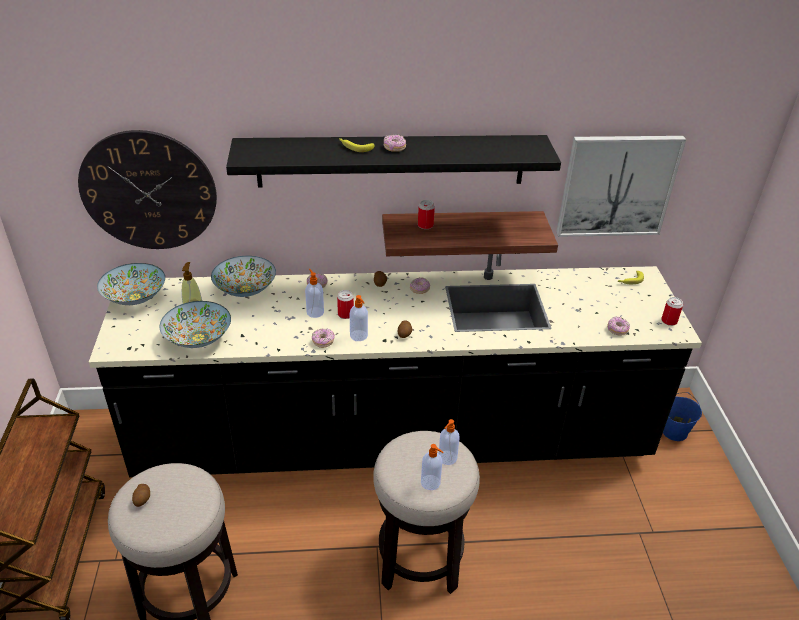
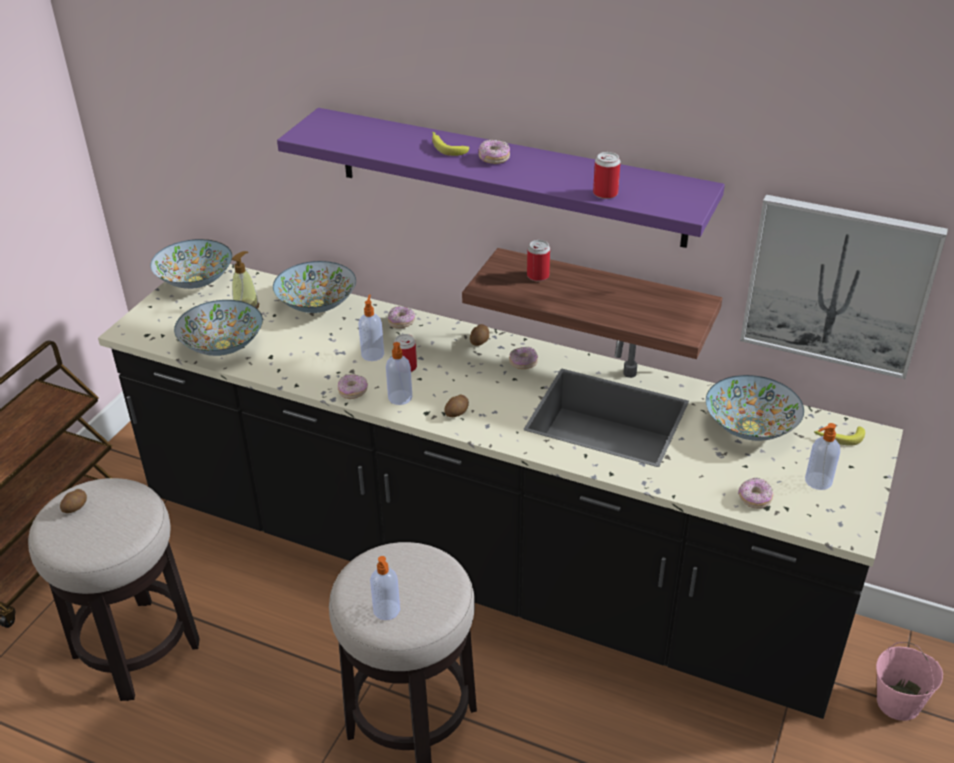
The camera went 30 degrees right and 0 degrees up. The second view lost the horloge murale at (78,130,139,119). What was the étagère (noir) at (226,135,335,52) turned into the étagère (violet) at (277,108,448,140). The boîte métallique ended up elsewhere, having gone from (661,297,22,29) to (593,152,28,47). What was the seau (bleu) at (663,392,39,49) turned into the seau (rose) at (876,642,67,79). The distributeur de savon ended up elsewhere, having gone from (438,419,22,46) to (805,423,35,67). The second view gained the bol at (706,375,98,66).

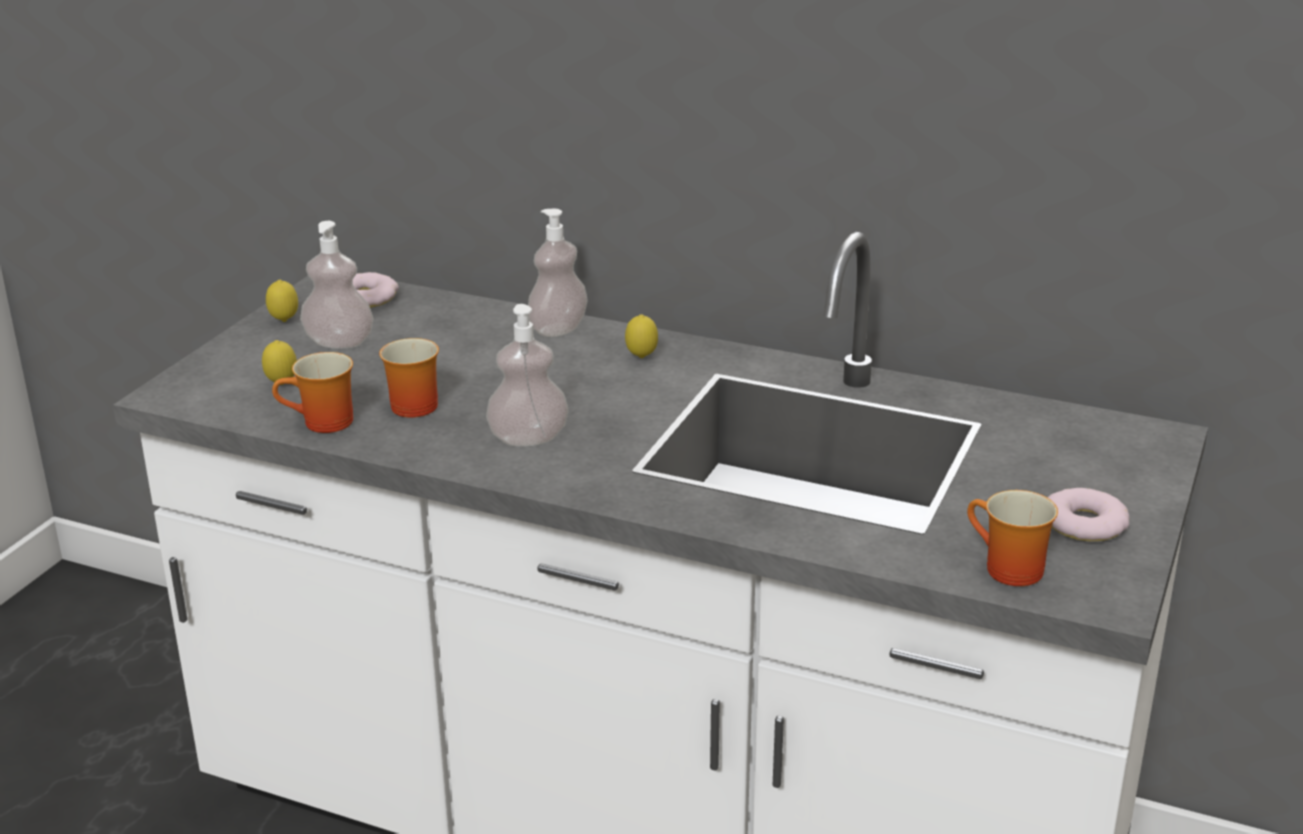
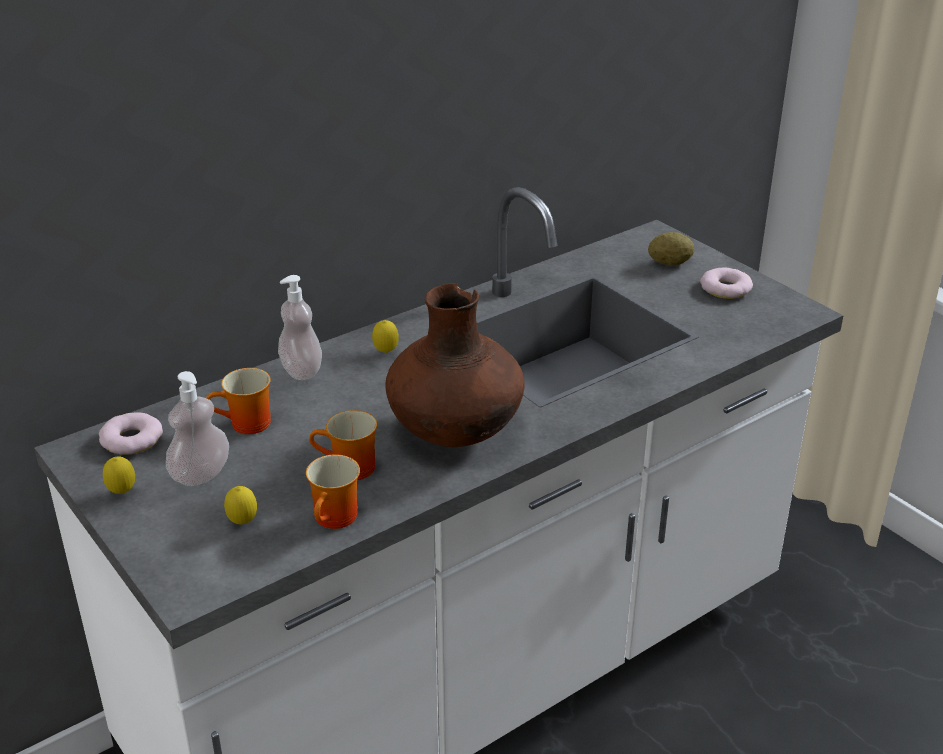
The camera went 60 degrees left and 5 degrees up. Where the distributeur de savon stood at (486,304,82,142), the vase (marron) came to stand at (386,283,138,164). The mug ended up elsewhere, having gone from (967,490,91,96) to (206,368,65,66). The second view gained the pomme de terre at (648,232,46,34).

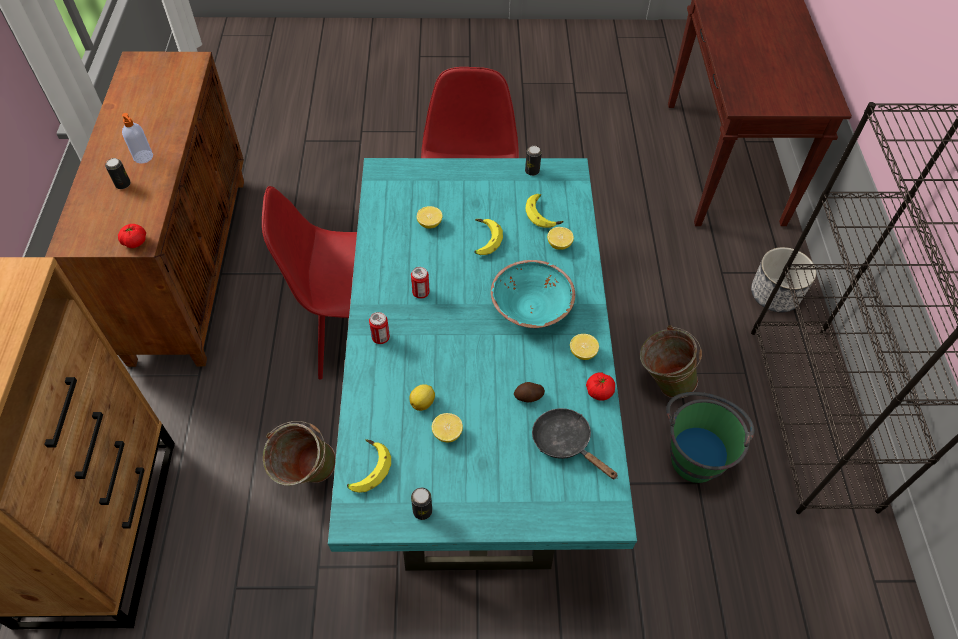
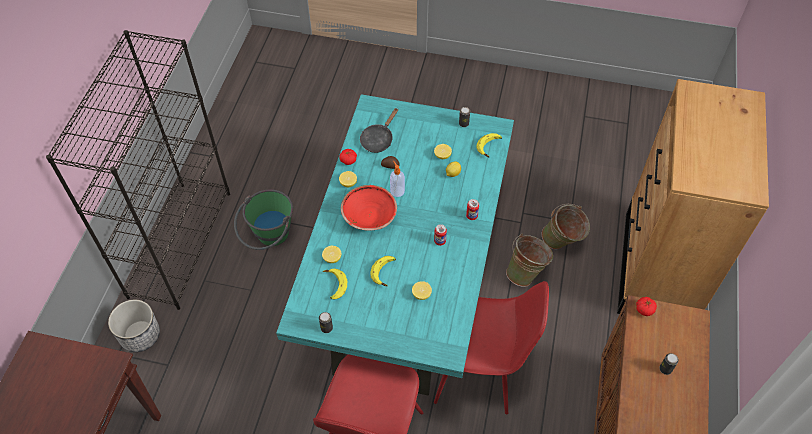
The camera went 165 degrees left and 0 degrees up. The distributeur de savon ended up elsewhere, having gone from (122,113,31,51) to (390,161,15,36). What was the bol (turquoise) at (491,260,84,68) turned into the bol (rouge) at (341,185,56,46). The seau (vert) ended up elsewhere, having gone from (640,326,62,72) to (542,204,48,45). The poêle (noir) at (532,408,85,71) ended up facing another way, 60 degrees clockwise from before.

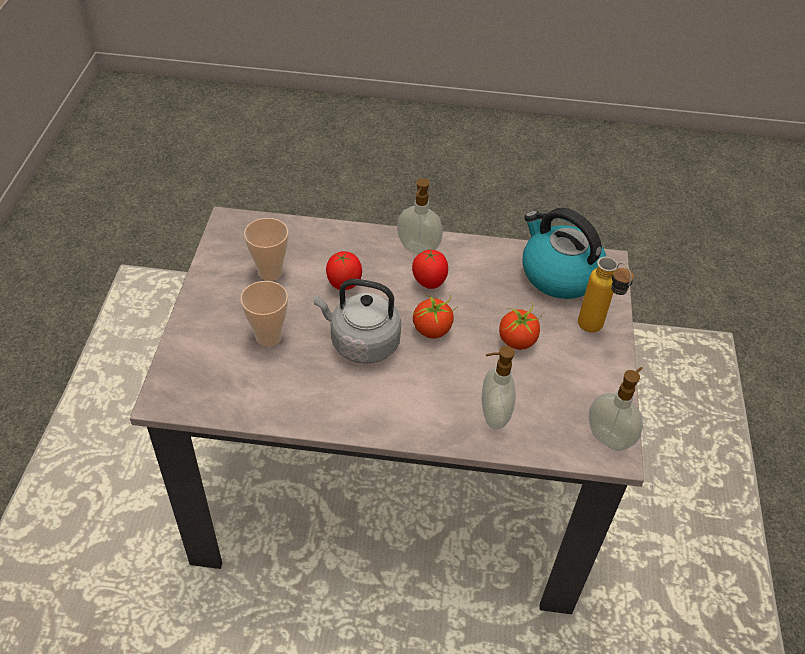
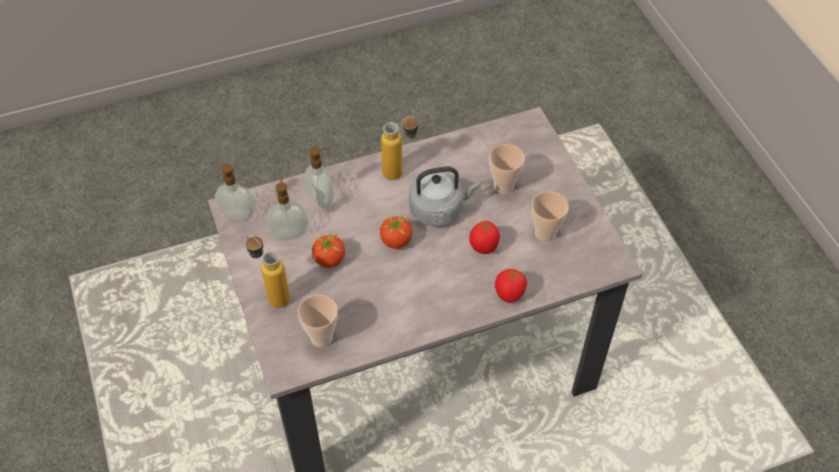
The camera went 155 degrees right and 5 degrees up. The distributeur de savon ended up elsewhere, having gone from (397,178,46,76) to (266,177,42,62). Where the bouilloire stood at (522,208,84,91), the tasse came to stand at (298,295,40,52). The tomate ended up elsewhere, having gone from (412,249,36,40) to (495,269,32,34). The second view gained the bouteille at (381,116,39,64).

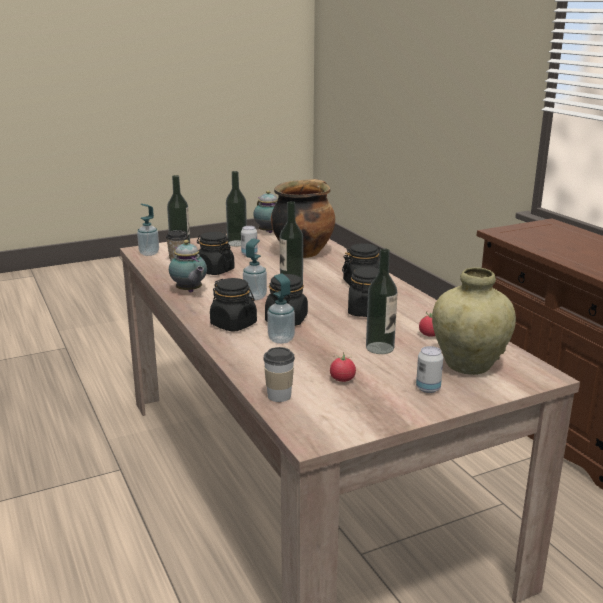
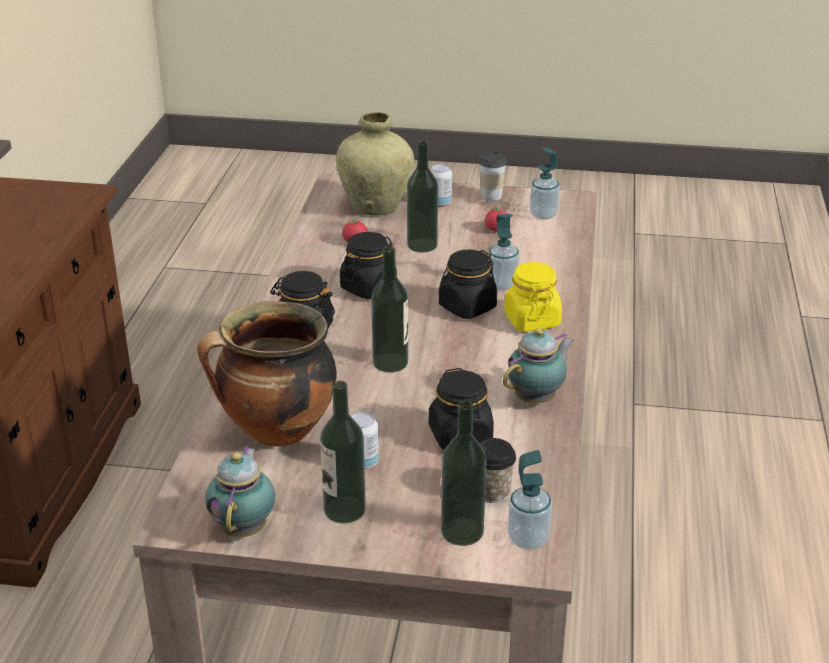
The camera went 145 degrees left and 10 degrees up. The distributeur de savon ended up elsewhere, having gone from (243,238,24,62) to (530,147,30,73). The théière at (169,240,38,53) ended up facing another way, 45 degrees clockwise from before. What was the bocal (noir) at (210,278,47,54) turned into the bocal (jaune) at (504,262,58,70). The tasse ended up elsewhere, having gone from (263,347,32,55) to (479,152,27,49).

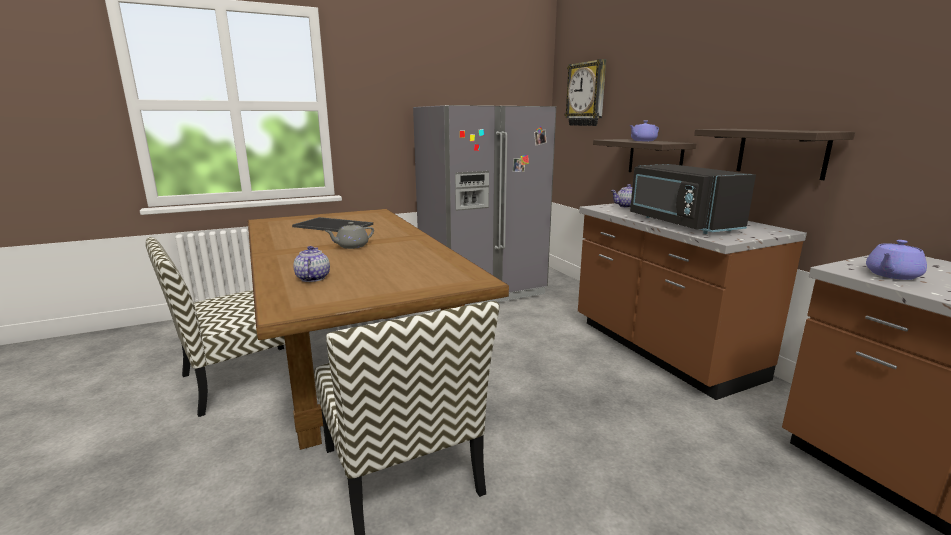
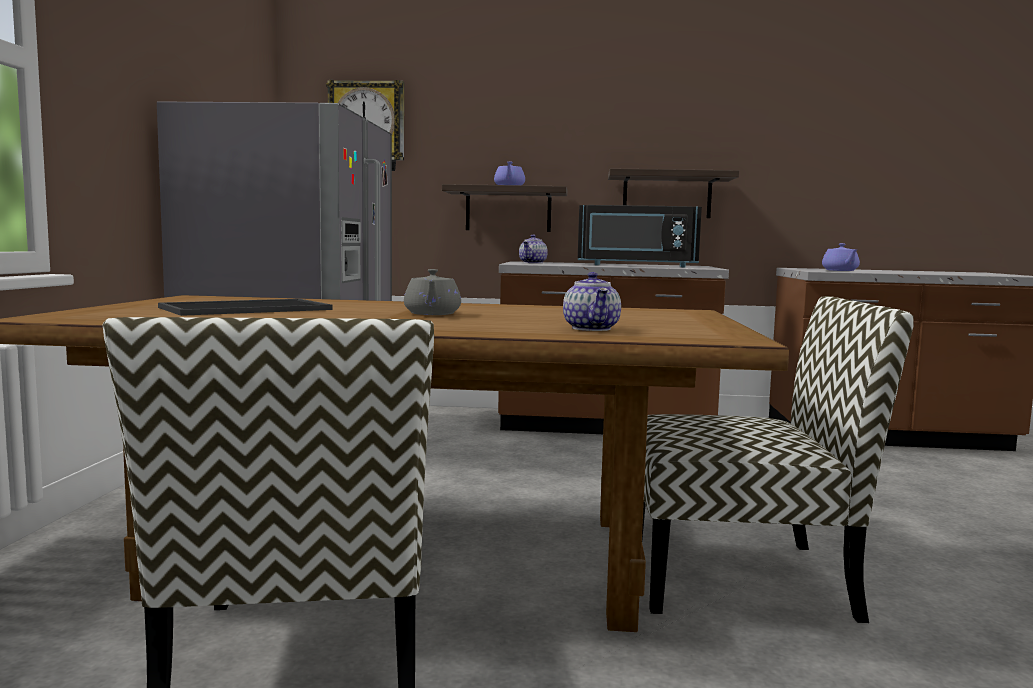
The camera went 60 degrees left and 10 degrees down. The théière at (293,246,37,36) ended up facing another way, 120 degrees counterclockwise from before.

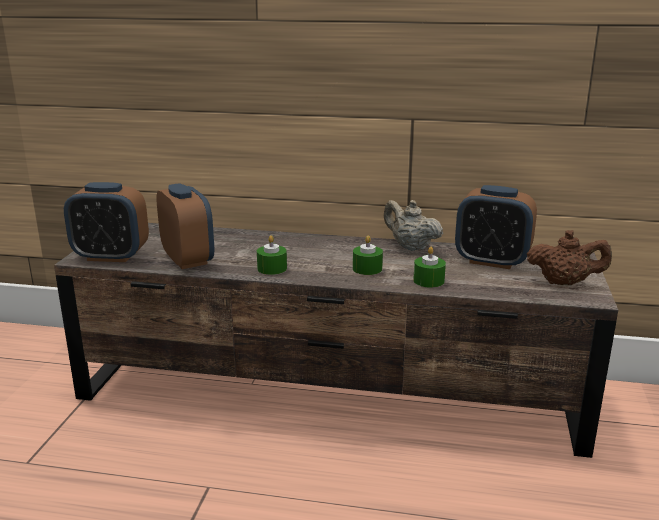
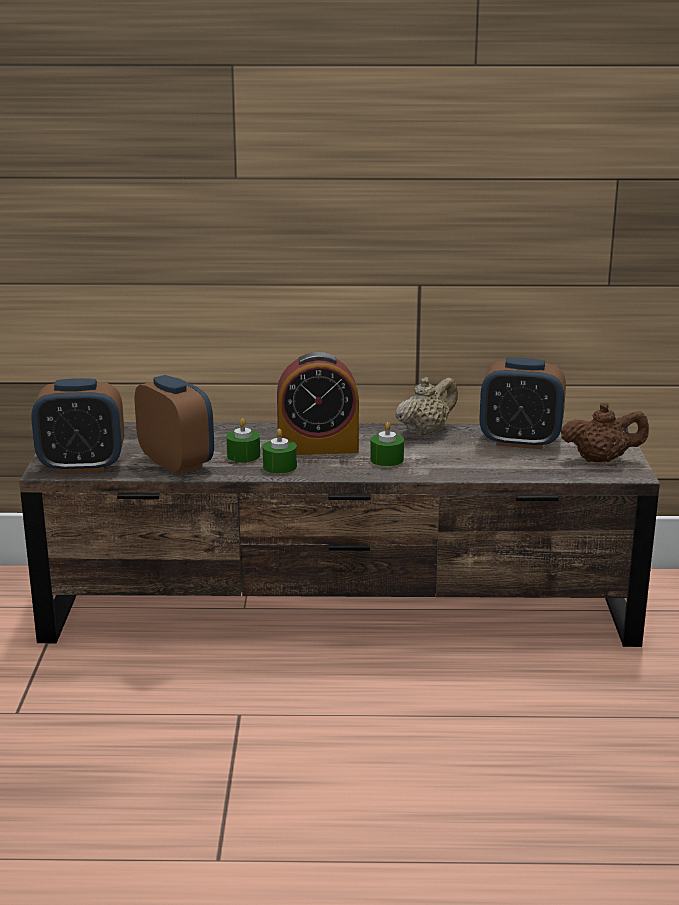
The camera went 10 degrees left and 0 degrees up. The théière (beige) at (383,200,60,51) ended up facing another way, 105 degrees clockwise from before. The bougie (vert) ended up elsewhere, having gone from (413,247,33,41) to (226,418,34,45). The second view gained the réveil at (277,352,82,103).

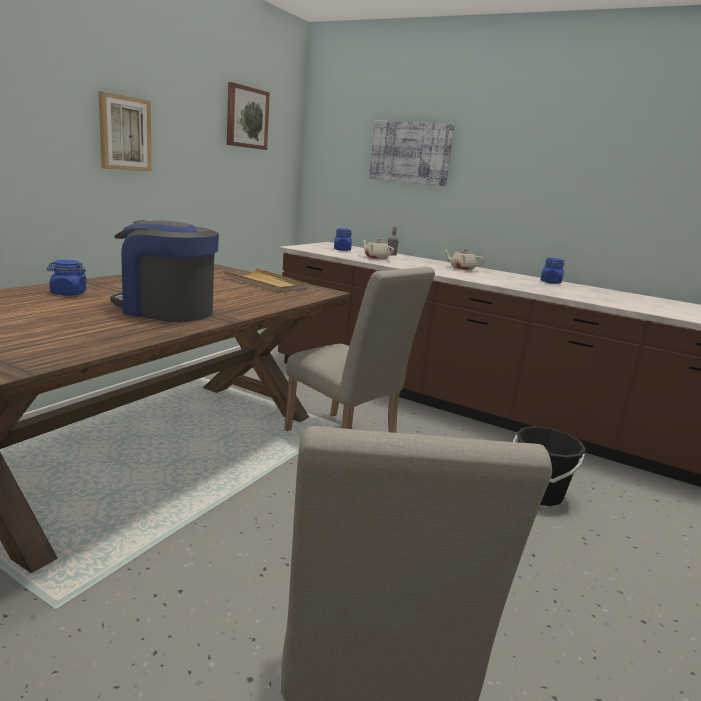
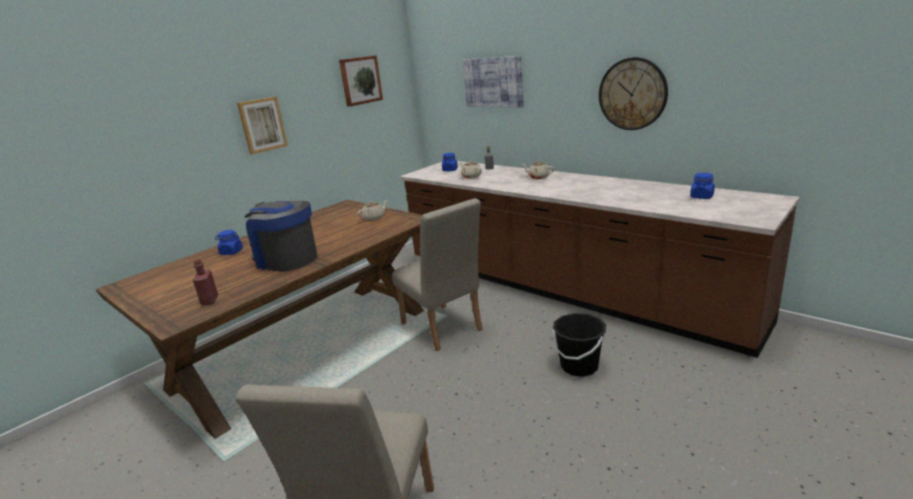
The camera went 15 degrees right and 5 degrees up. The bocal (bleu) ended up elsewhere, having gone from (540,258,24,26) to (690,173,25,26). Where the plateau (beige) stood at (224,268,84,25), the théière (beige) came to stand at (357,200,31,21). The second view gained the horloge murale at (599,57,69,73). The second view gained the bouteille (rouge) at (193,259,25,47).

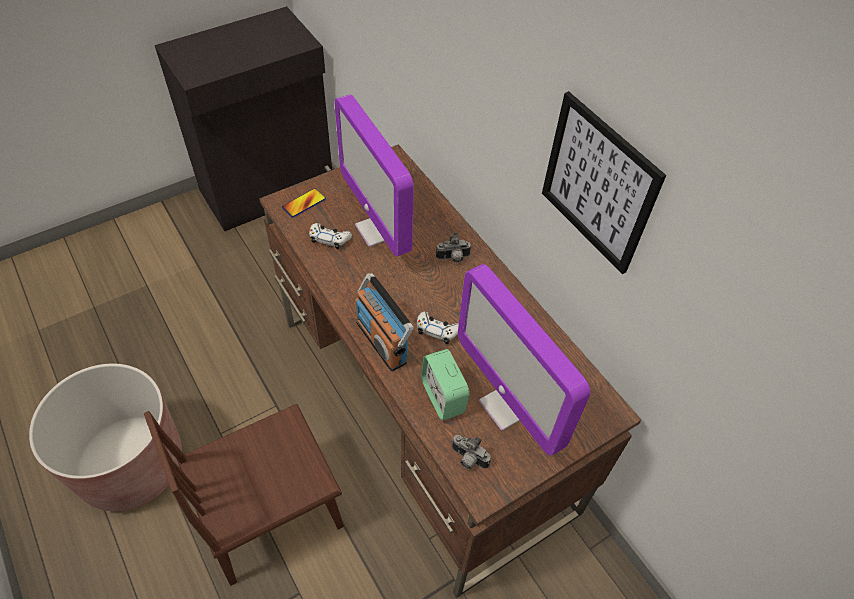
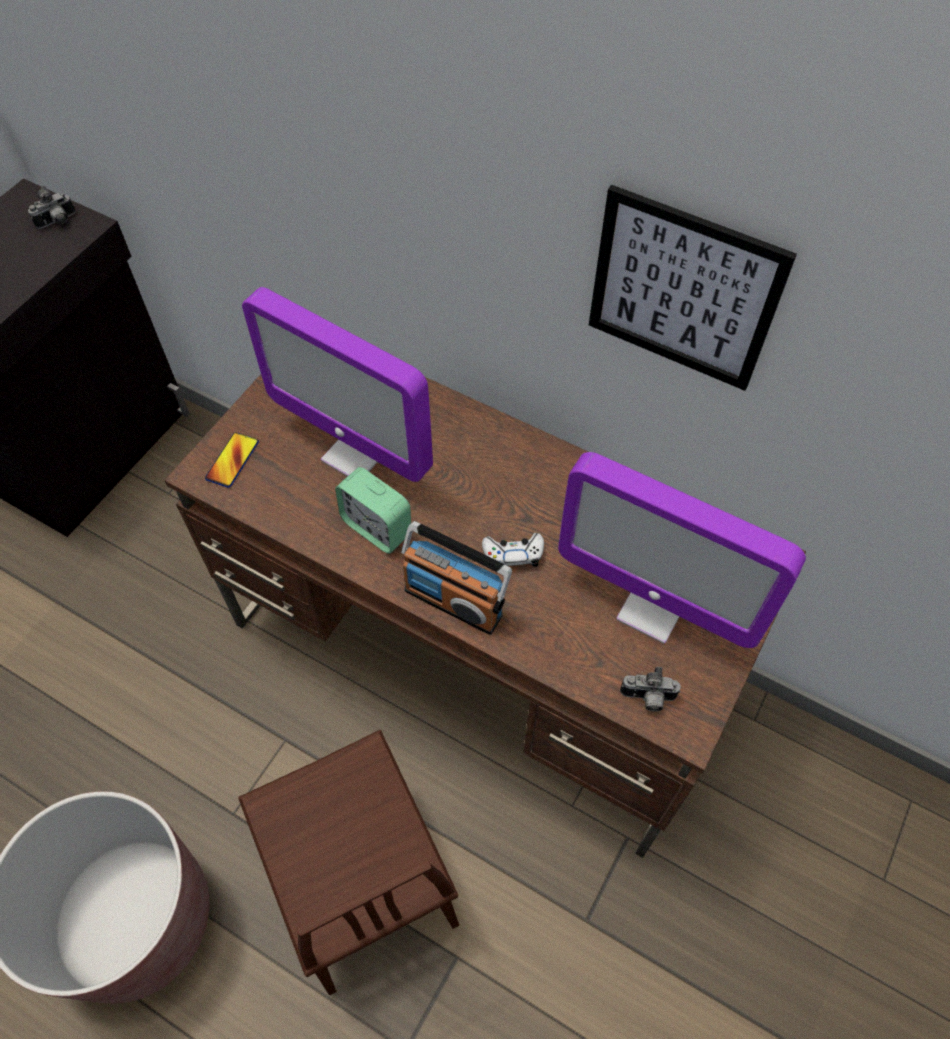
The camera went 25 degrees left and 5 degrees up. The second view lost the manette (blanc) at (309,223,43,26). The appareil photo ended up elsewhere, having gone from (436,232,35,31) to (28,186,48,43). The réveil ended up elsewhere, having gone from (421,349,49,72) to (335,467,76,87). The chaise (marron) at (144,404,200,182) ended up facing another way, 60 degrees counterclockwise from before.

